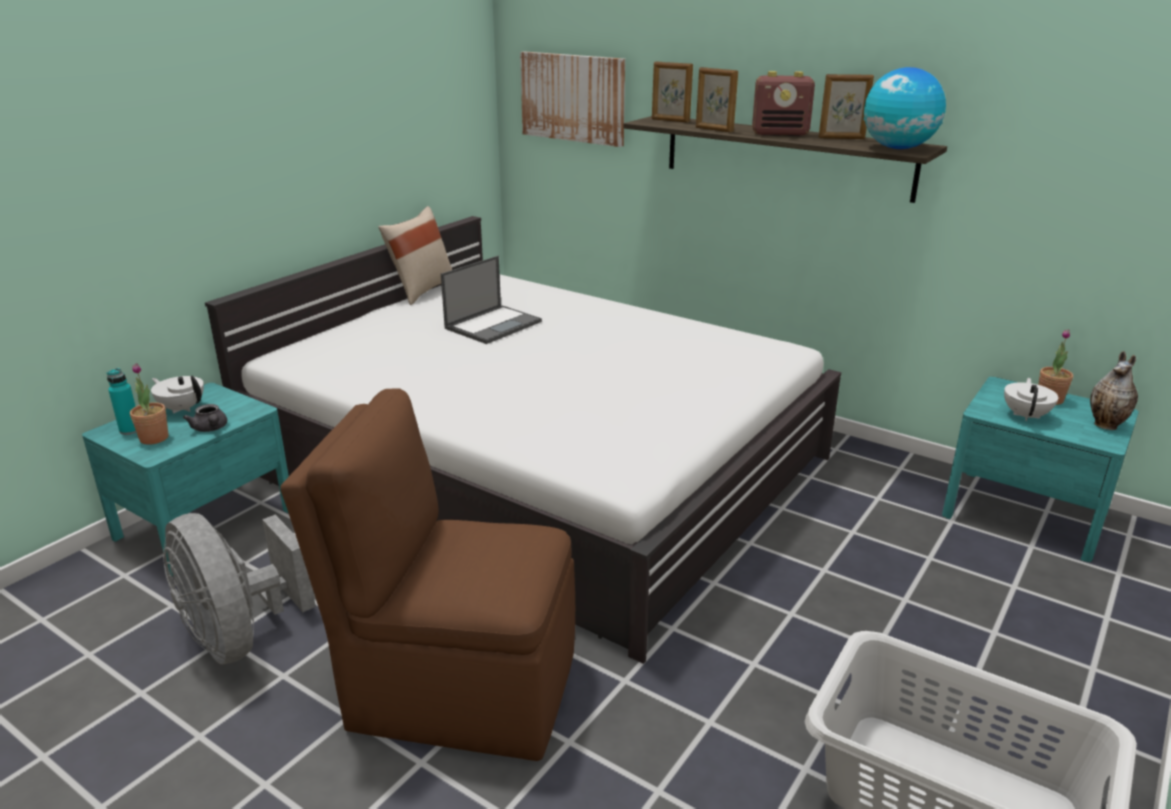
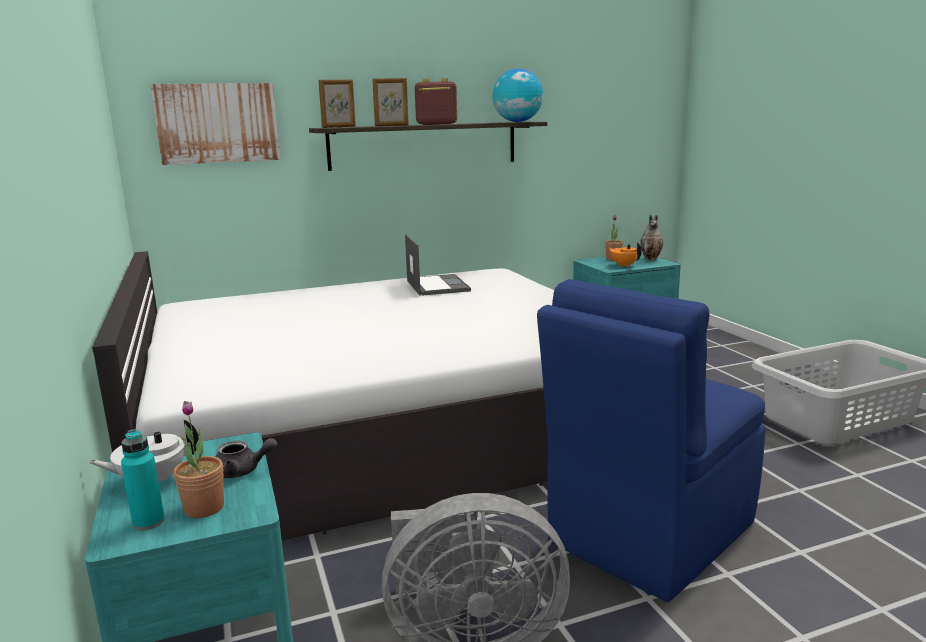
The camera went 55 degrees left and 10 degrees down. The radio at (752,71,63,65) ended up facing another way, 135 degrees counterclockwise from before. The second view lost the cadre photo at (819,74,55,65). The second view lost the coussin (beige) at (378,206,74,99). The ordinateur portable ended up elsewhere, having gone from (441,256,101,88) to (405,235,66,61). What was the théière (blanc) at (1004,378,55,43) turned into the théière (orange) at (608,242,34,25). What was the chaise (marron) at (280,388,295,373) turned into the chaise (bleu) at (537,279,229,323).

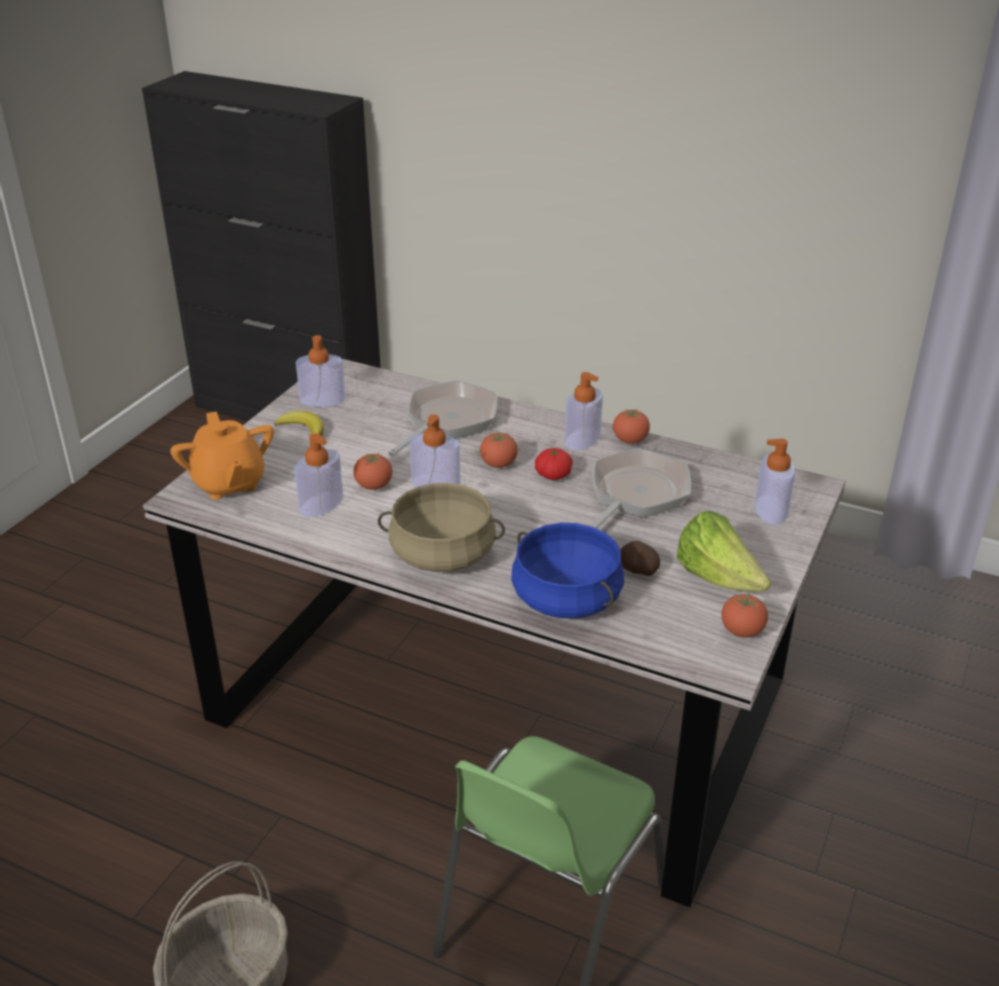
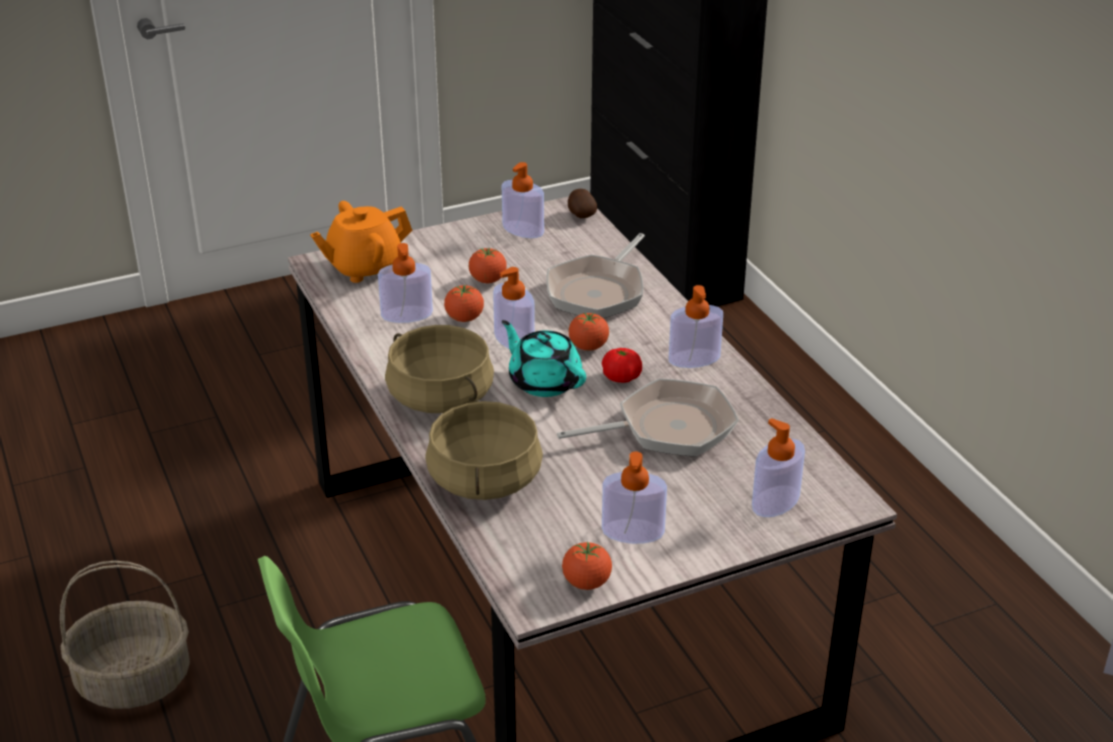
The camera went 40 degrees right and 0 degrees up. The poêle at (388,380,109,76) ended up facing another way, 135 degrees clockwise from before. The tomate ended up elsewhere, having gone from (613,410,37,34) to (469,248,38,35). The théière (orange) at (170,411,104,89) ended up facing another way, 45 degrees clockwise from before. The second view lost the banane at (275,411,49,25). Where the laitue stood at (677,511,94,81), the distributeur de savon came to stand at (602,451,65,93). What was the marmite (bleu) at (511,523,113,96) turned into the marmite (beige) at (425,399,118,101). The pomme de terre ended up elsewhere, having gone from (620,541,40,35) to (568,189,29,29). The second view gained the théière (turquoise) at (502,320,84,77).

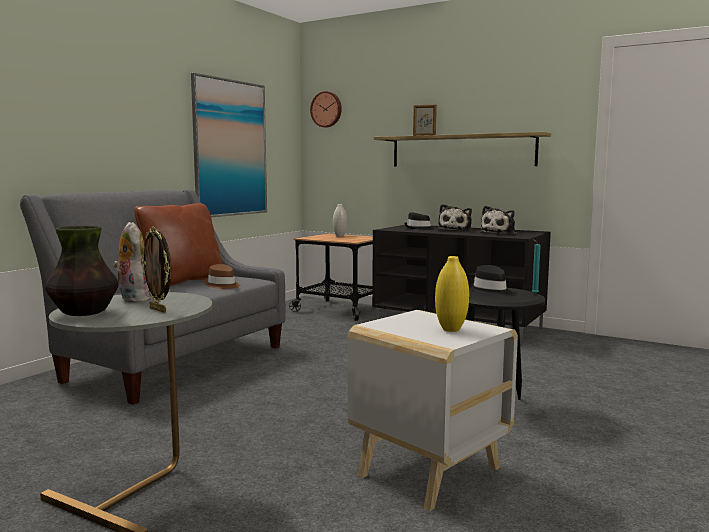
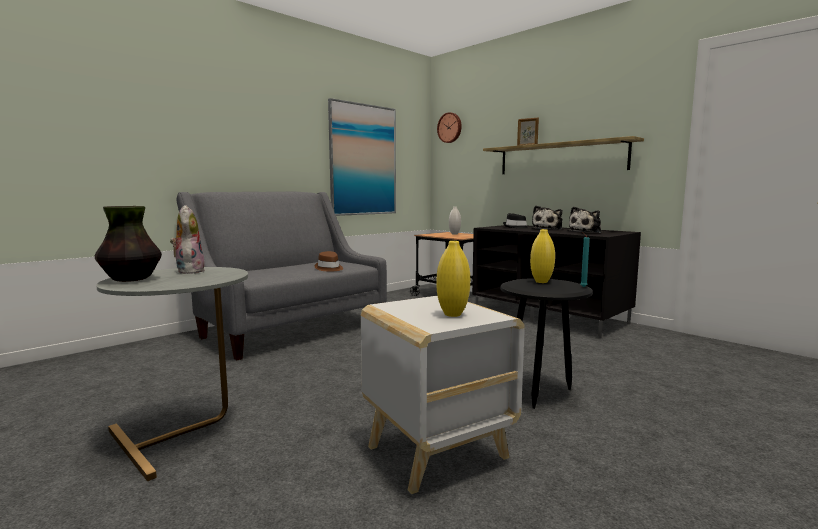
The camera went 15 degrees right and 0 degrees up. The second view lost the coussin (marron) at (134,203,89,83). The second view lost the cadre photo at (141,226,30,87). Where the chapeau (noir) stood at (469,265,44,31), the vase (jaune) came to stand at (530,229,25,54).

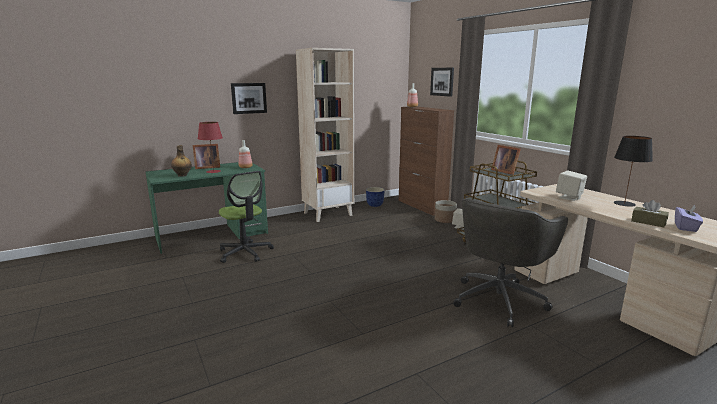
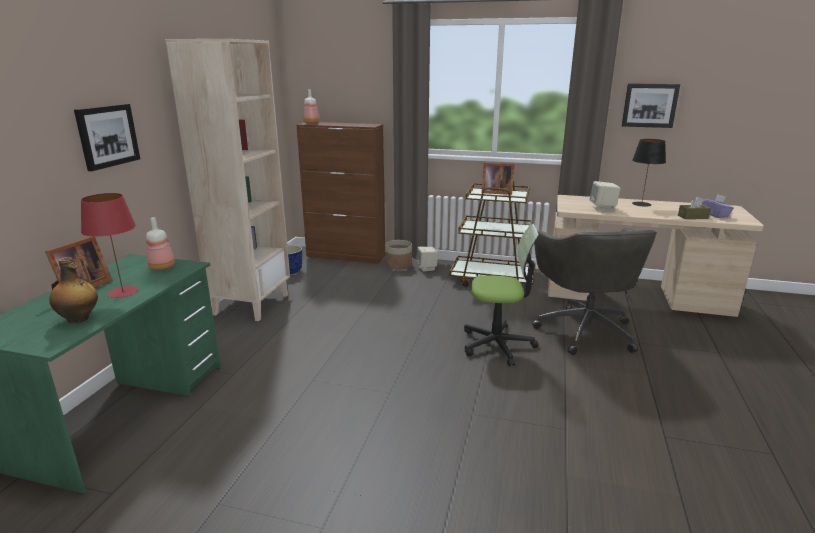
The camera went 45 degrees left and 5 degrees up. The tableau ended up elsewhere, having gone from (430,68,24,29) to (622,83,58,45). The chaise de bureau ended up elsewhere, having gone from (219,171,55,92) to (464,224,75,142).

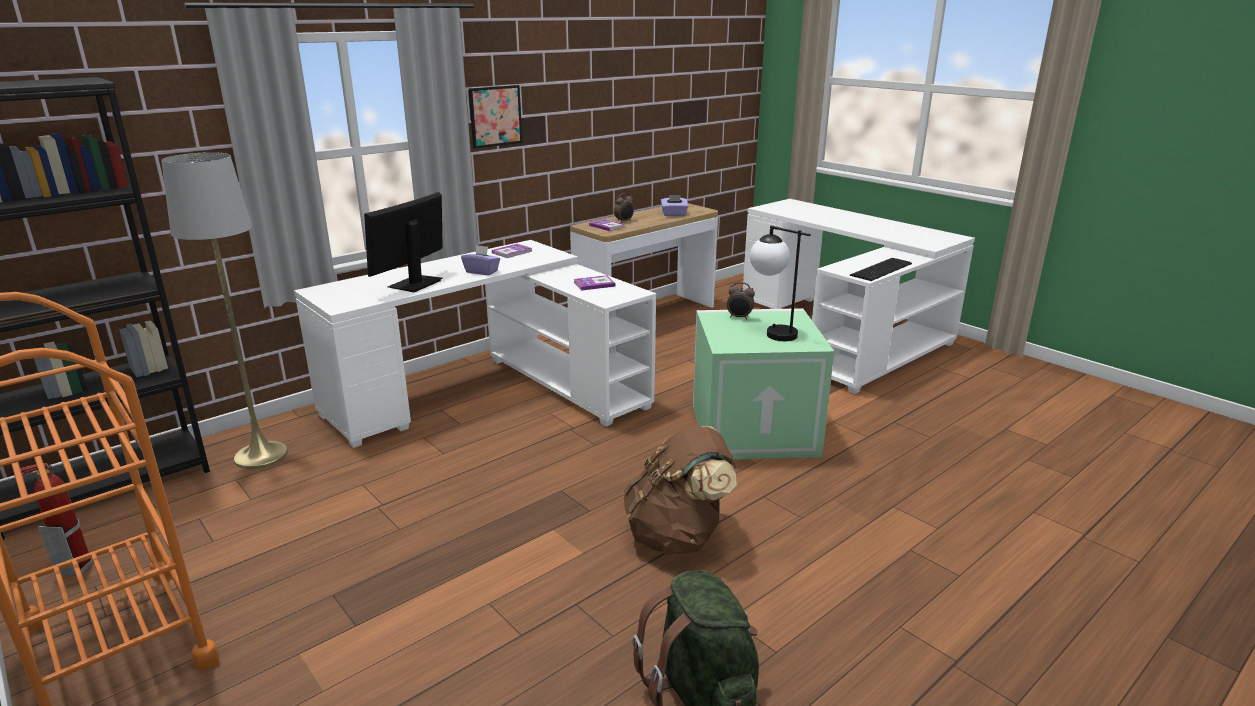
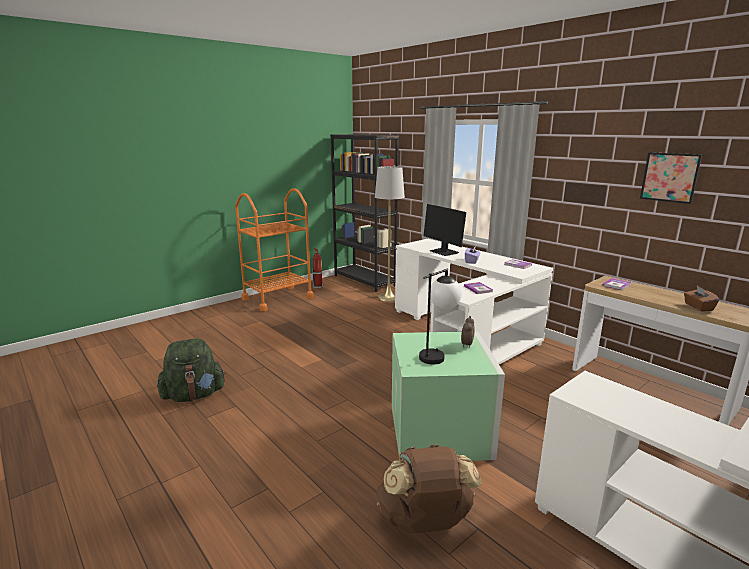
The camera went 90 degrees right and 5 degrees down. The tableau ended up elsewhere, having gone from (469,85,53,64) to (640,152,62,52). The écran d'ordinateur at (364,192,79,100) ended up facing another way, 150 degrees counterclockwise from before. The second view lost the réveil at (614,193,20,30). What was the boîte à mouchoirs (violet) at (661,195,27,21) turned into the boîte à mouchoirs (marron) at (684,286,36,25). The second view lost the clavier at (850,258,62,23). The sac à dos (marron) ended up elsewhere, having gone from (623,426,114,128) to (376,444,106,89).

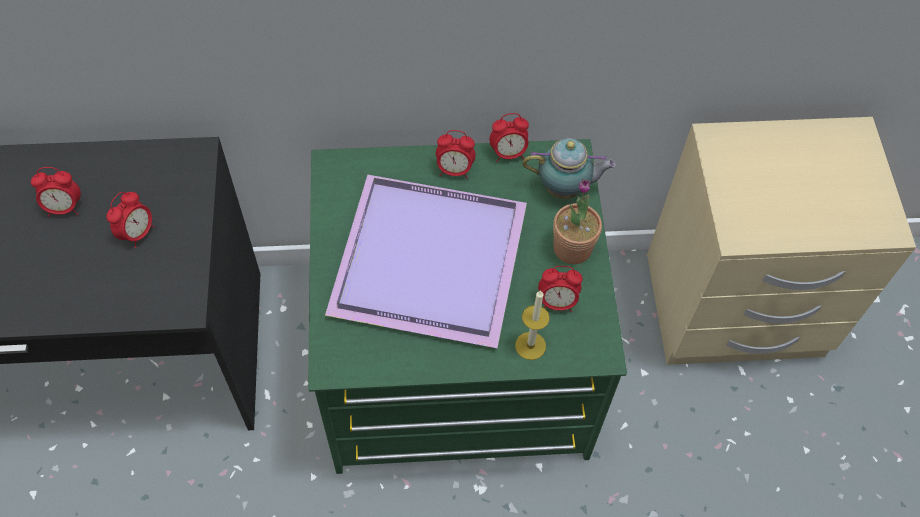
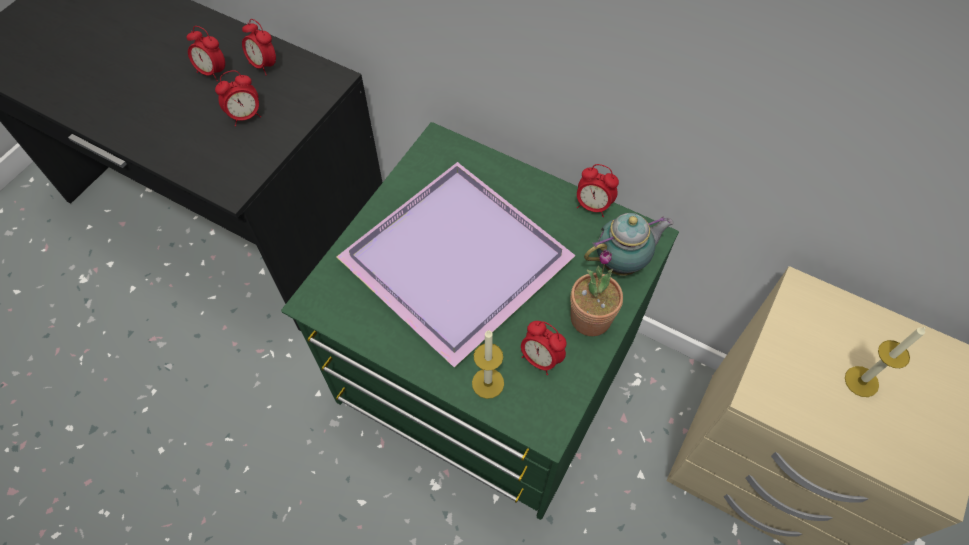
The camera went 35 degrees right and 0 degrees up. The réveil ended up elsewhere, having gone from (436,130,40,49) to (242,19,34,56). The théière at (522,138,94,61) ended up facing another way, 60 degrees counterclockwise from before. The second view gained the bougie at (845,327,81,70).

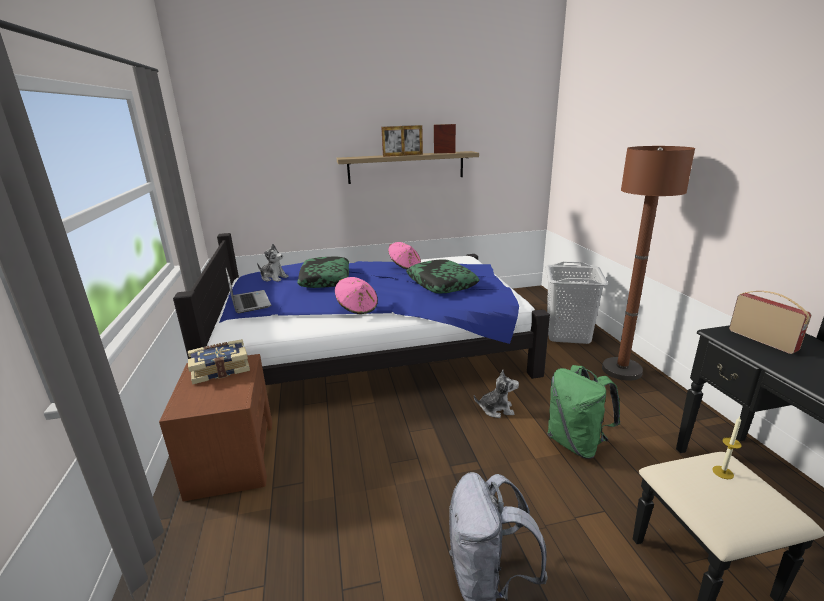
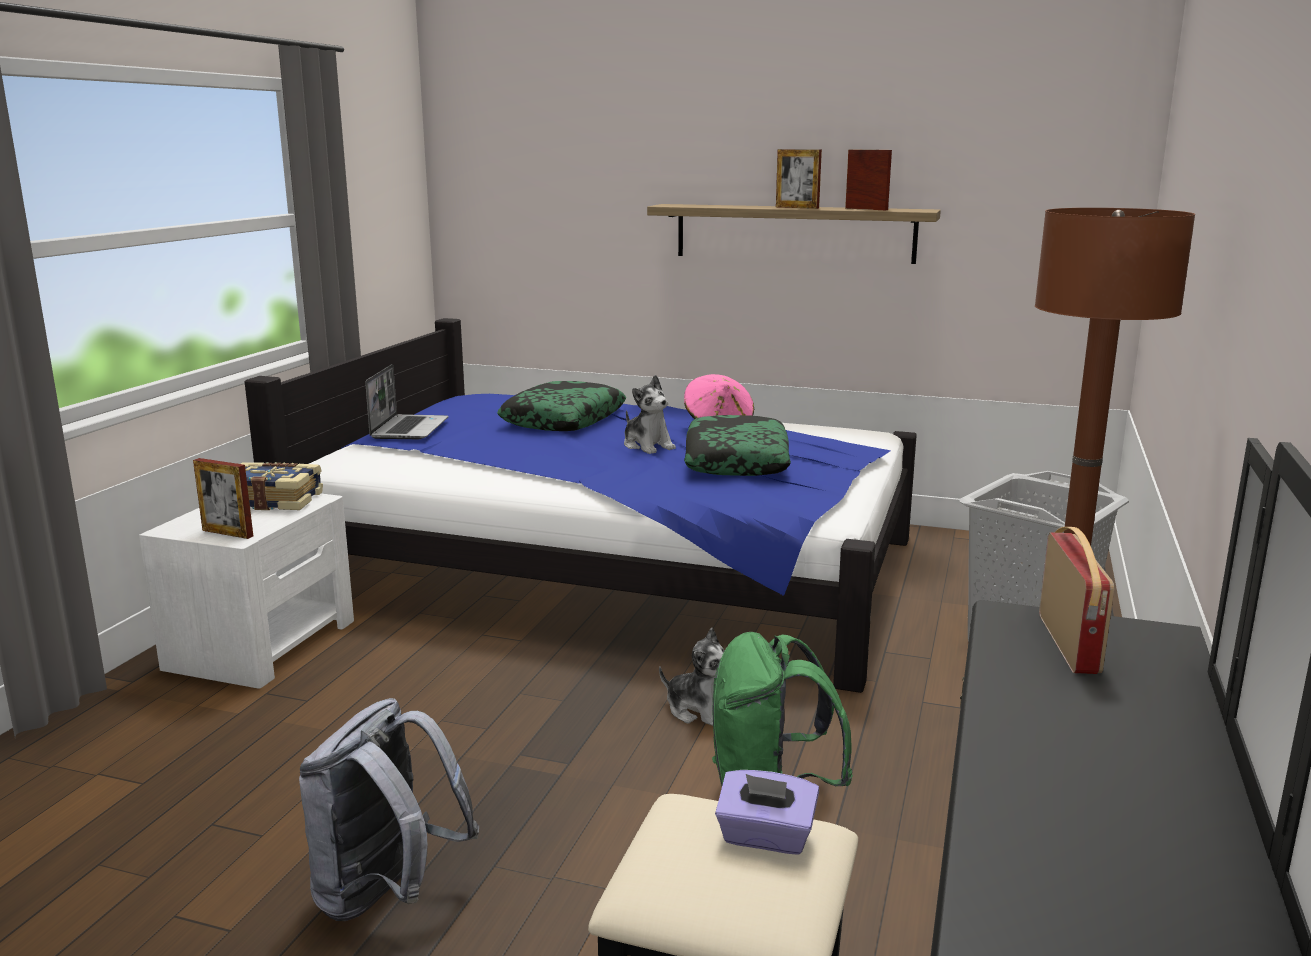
The camera went 30 degrees right and 5 degrees down. The cadre photo ended up elsewhere, having gone from (381,126,24,31) to (193,458,60,81). The peluche ended up elsewhere, having gone from (257,244,32,38) to (624,375,52,79). The second view lost the chapeau (rose) at (335,277,43,37). What was the table de chevet (marron) at (159,354,113,147) turned into the table de chevet (blanc) at (139,494,215,195). Where the bougie stood at (712,417,30,62), the boîte à mouchoirs (violet) came to stand at (715,770,104,85).

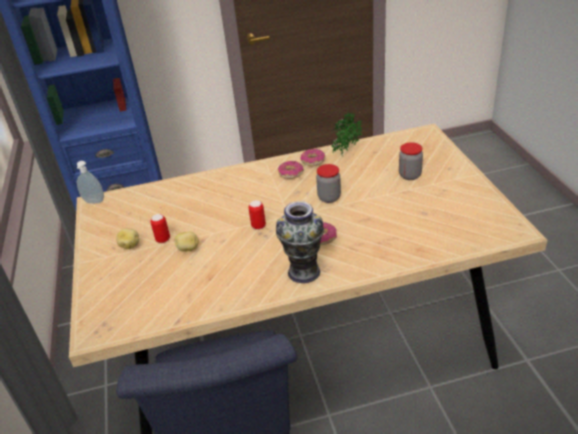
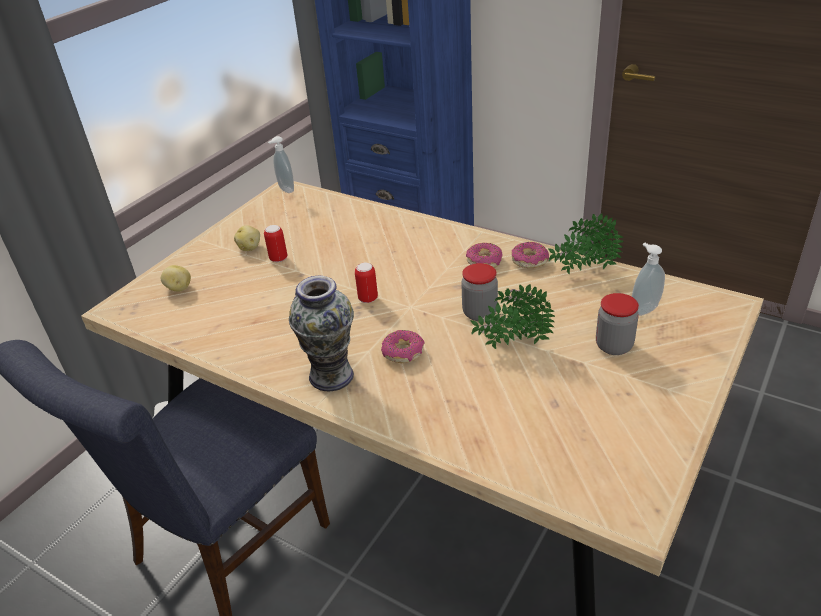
The camera went 45 degrees right and 0 degrees up. The pomme de terre ended up elsewhere, having gone from (174,232,25,20) to (161,265,30,27). The second view gained the distributeur de savon at (632,243,33,73). The second view gained the plante en pot at (471,284,84,65).

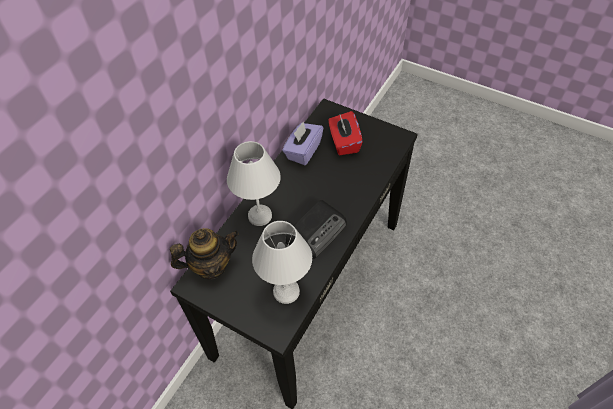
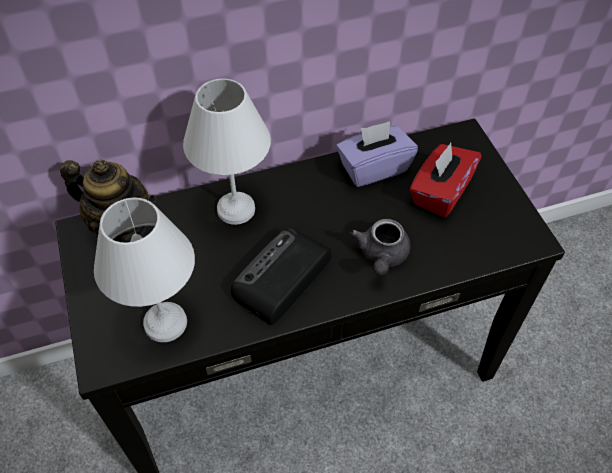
The camera went 40 degrees right and 0 degrees up. The radio at (285,200,62,59) ended up facing another way, 135 degrees clockwise from before. The second view gained the théière (gris) at (350,219,61,56).

